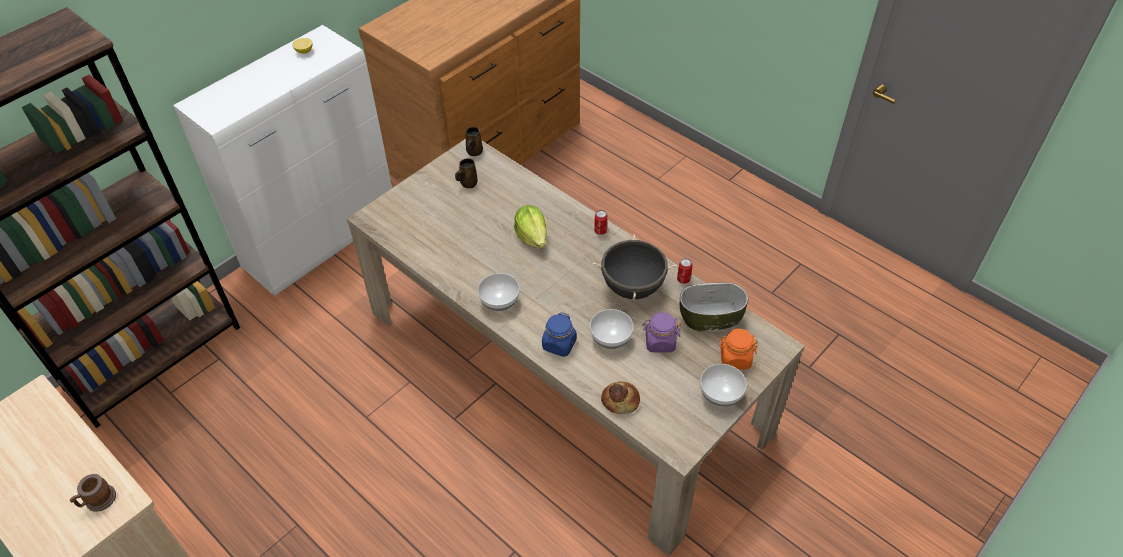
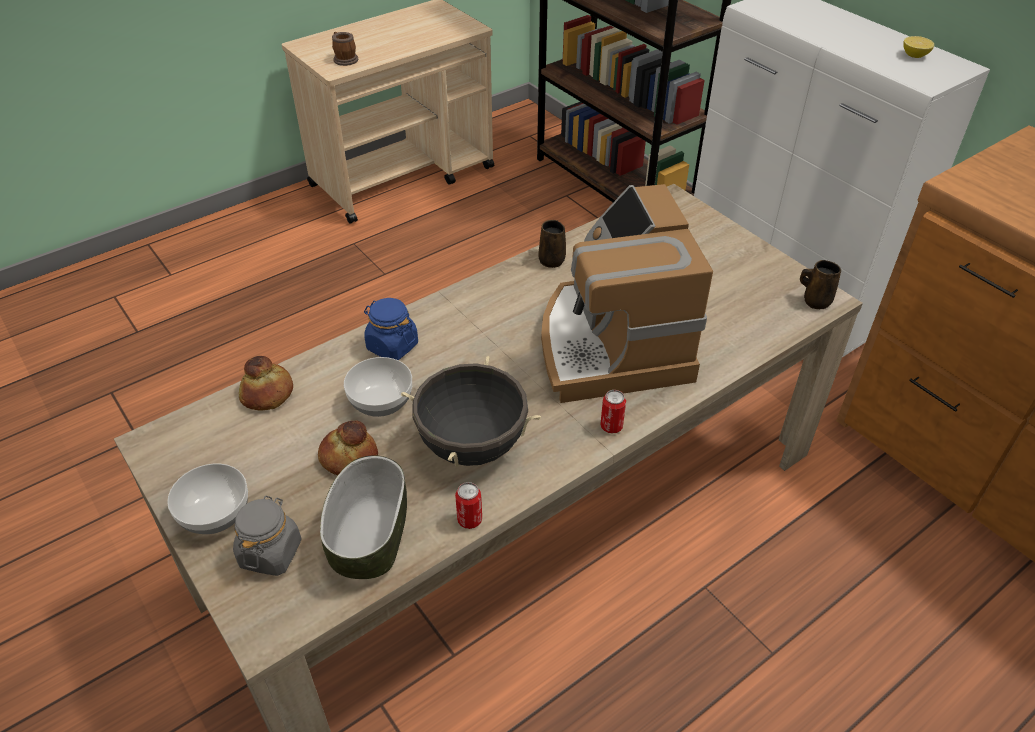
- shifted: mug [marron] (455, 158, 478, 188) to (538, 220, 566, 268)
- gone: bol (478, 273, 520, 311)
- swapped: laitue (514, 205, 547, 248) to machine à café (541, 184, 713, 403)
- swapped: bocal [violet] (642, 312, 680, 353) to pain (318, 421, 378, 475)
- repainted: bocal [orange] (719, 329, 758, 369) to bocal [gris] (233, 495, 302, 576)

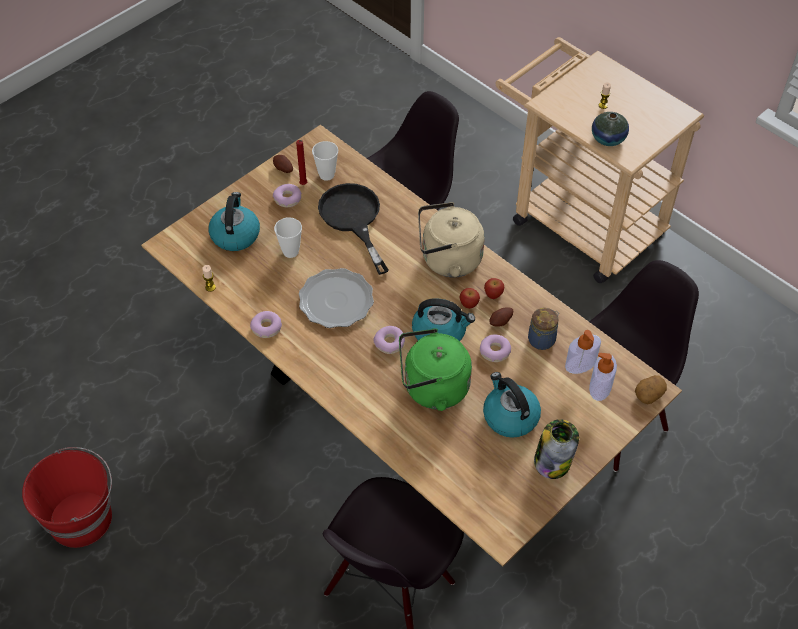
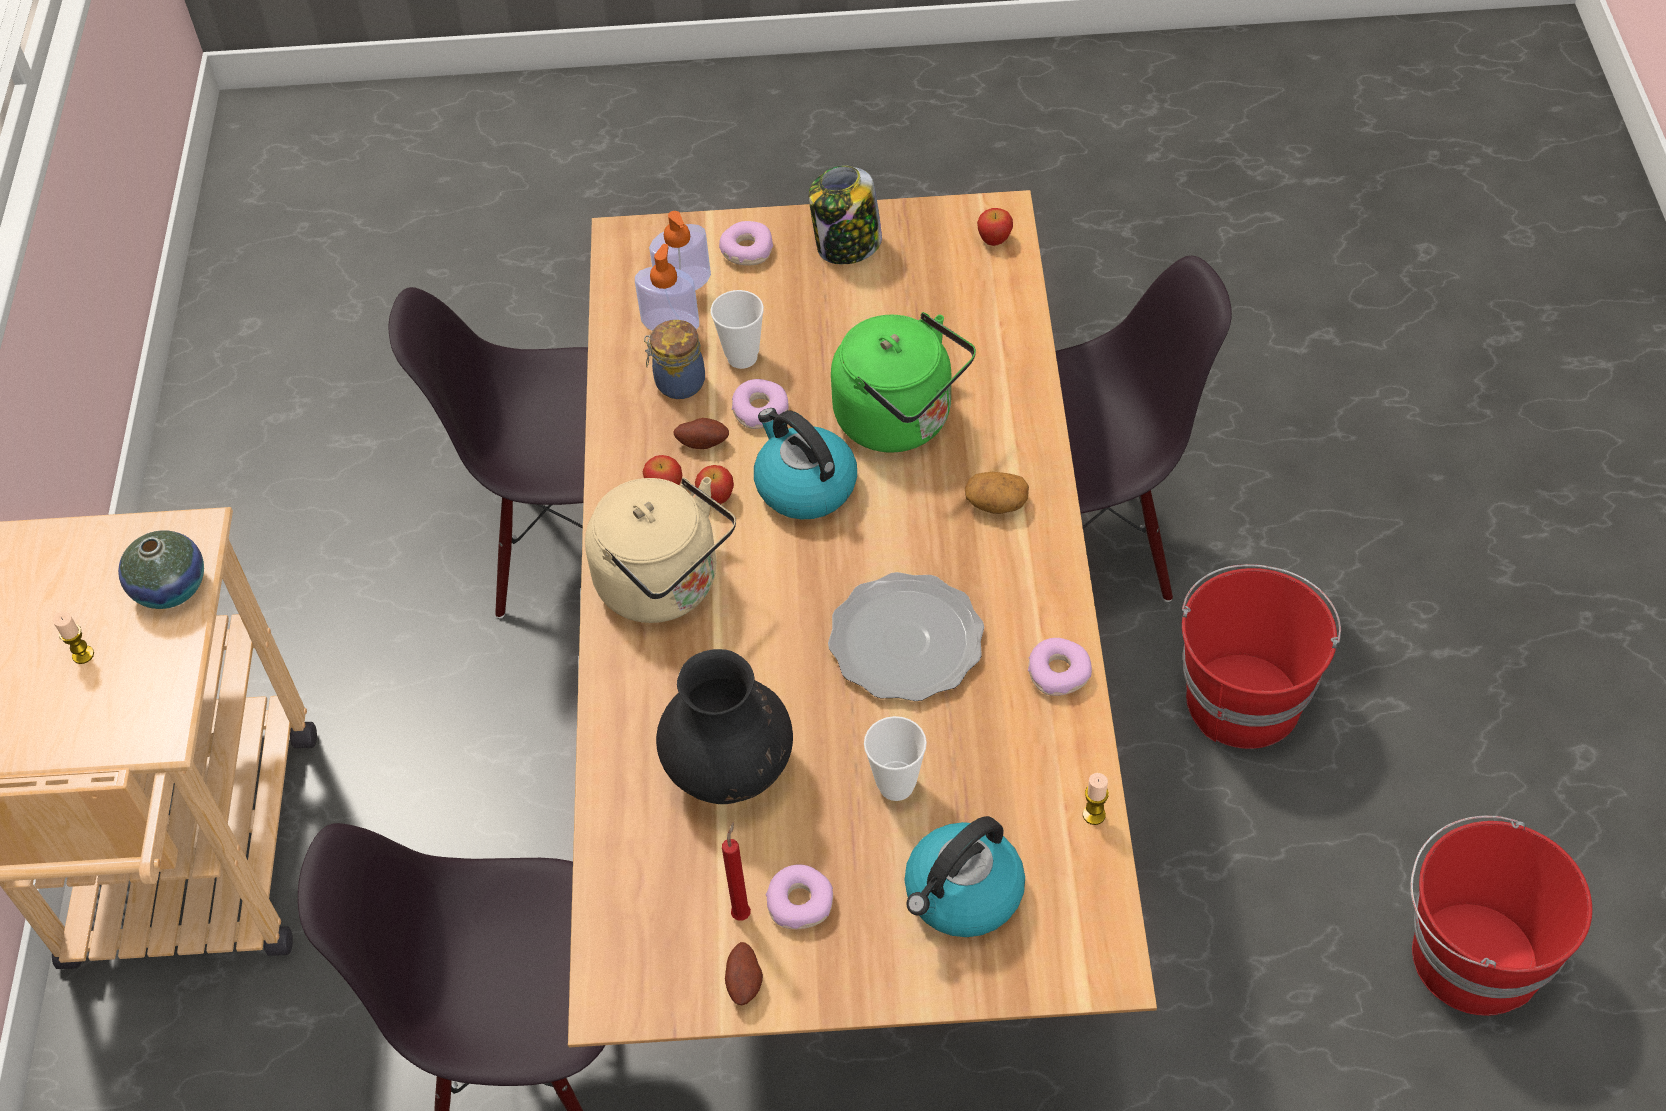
- shifted: tasse (312, 141, 338, 181) to (711, 290, 764, 369)
- swapped: poêle [noir] (318, 183, 389, 275) to vase [noir] (656, 649, 793, 804)
- shifted: beignet (373, 326, 405, 354) to (719, 221, 773, 266)
- gone: bouilloire (483, 372, 541, 438)
- shifted: pomme de terre (635, 375, 667, 404) to (965, 472, 1029, 514)
- new: pomme (977, 208, 1013, 246)
- new: seau [rouge] (1182, 564, 1341, 749)

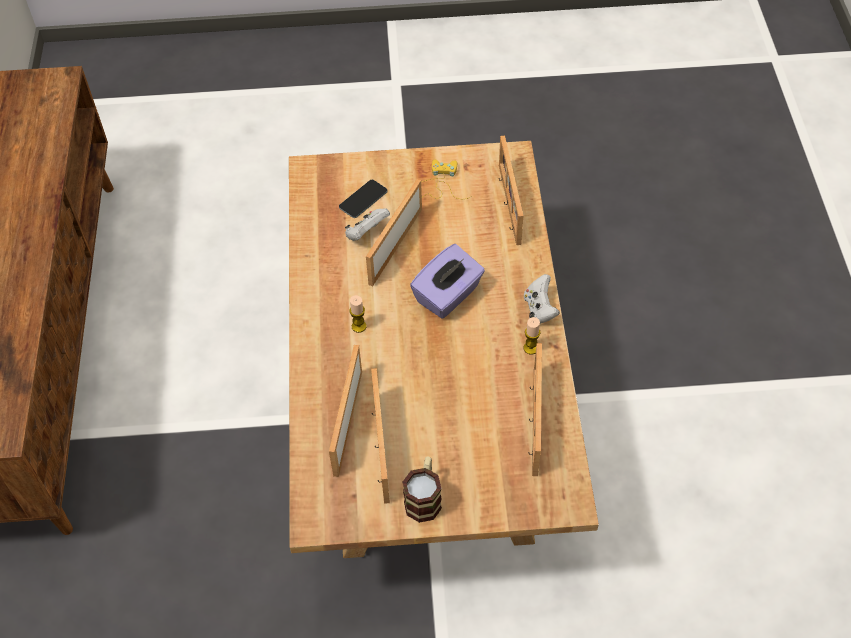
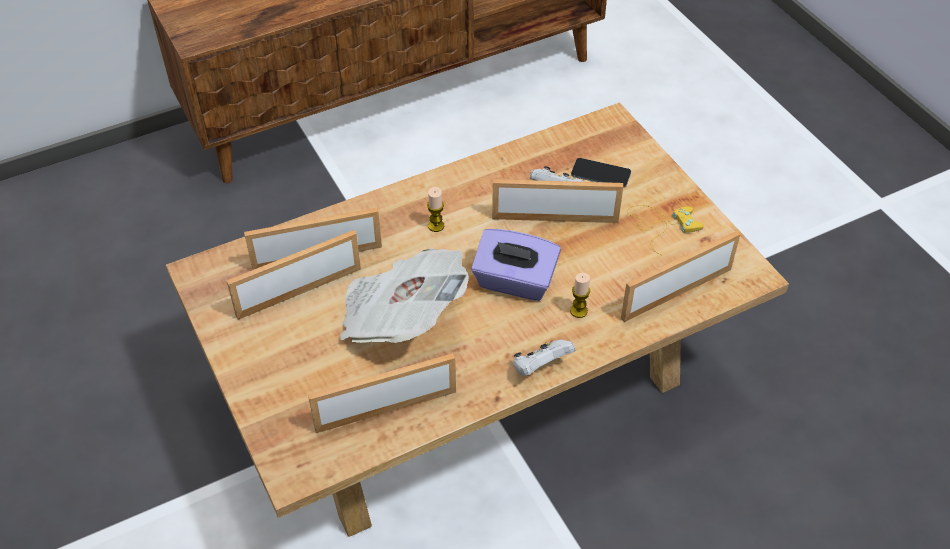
- gone: mug (403, 457, 442, 523)
- shifted: bougie (523, 317, 541, 355) to (570, 273, 590, 318)
- new: journal (340, 248, 469, 343)

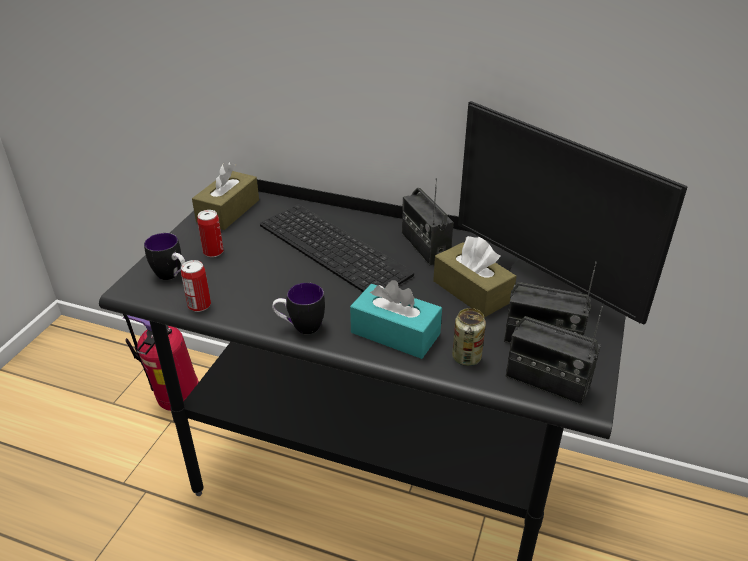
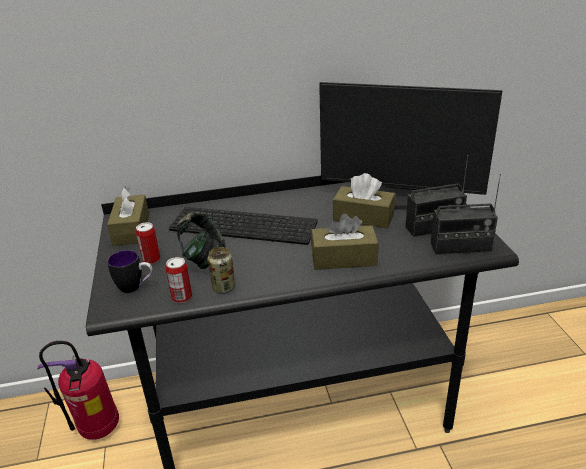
- gone: mug (272, 283, 325, 334)
- repainted: boîte à mouchoirs [turquoise] (350, 280, 442, 359) to boîte à mouchoirs [marron] (311, 213, 379, 270)
- gone: radio (402, 178, 453, 265)
- shifted: boîte métallique (452, 308, 486, 366) to (208, 247, 235, 294)
- new: casque audio (177, 212, 225, 269)

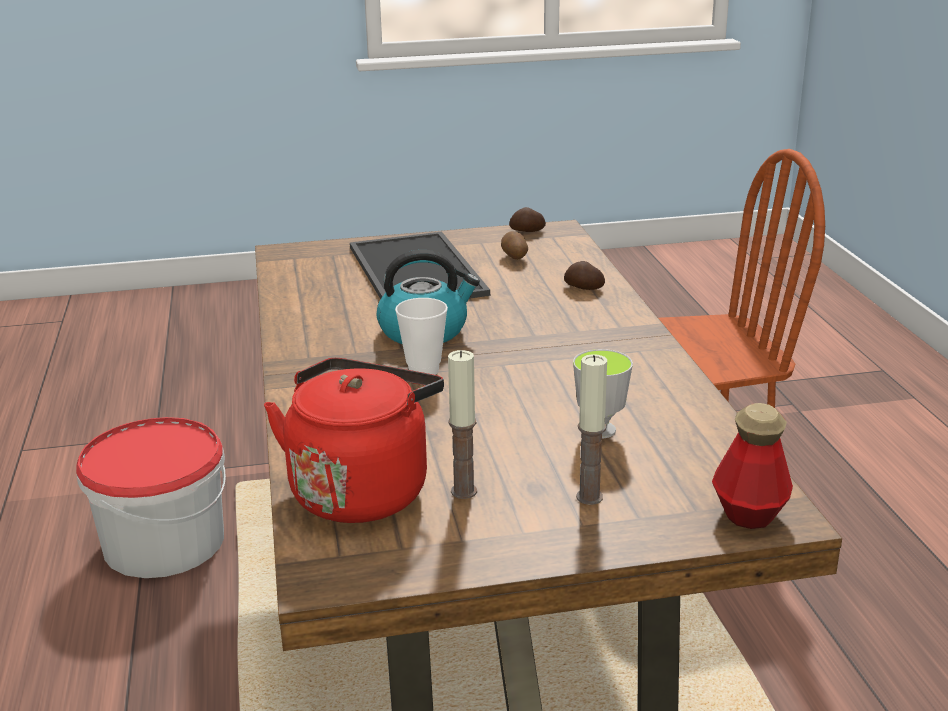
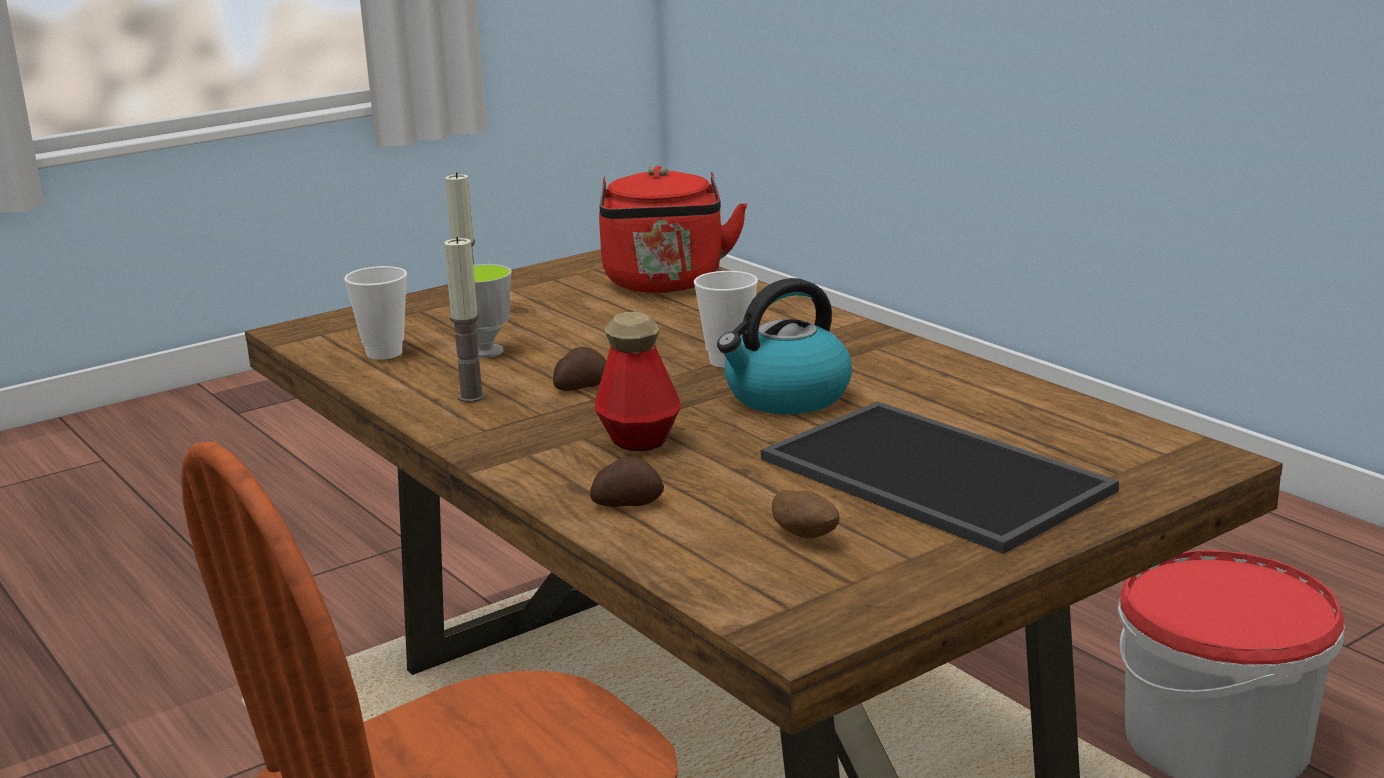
- shifted: bougie (448, 350, 477, 499) to (444, 237, 486, 403)
- shifted: pomme de terre (509, 207, 546, 232) to (553, 347, 606, 391)
- shifted: bouteille (712, 403, 793, 529) to (595, 312, 681, 451)
- new: tasse (344, 266, 407, 360)

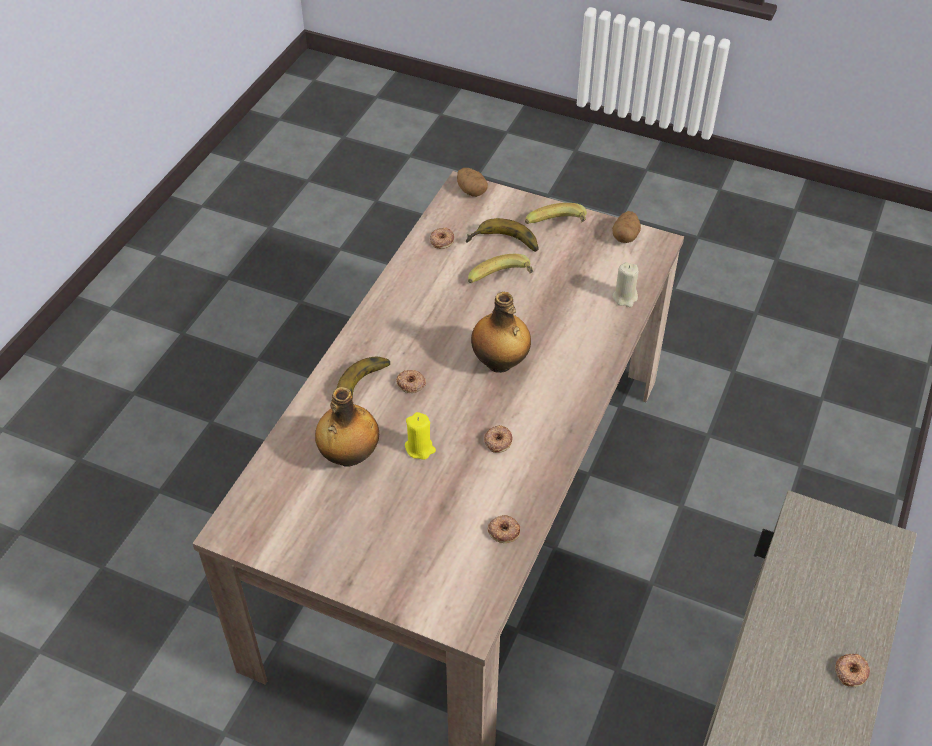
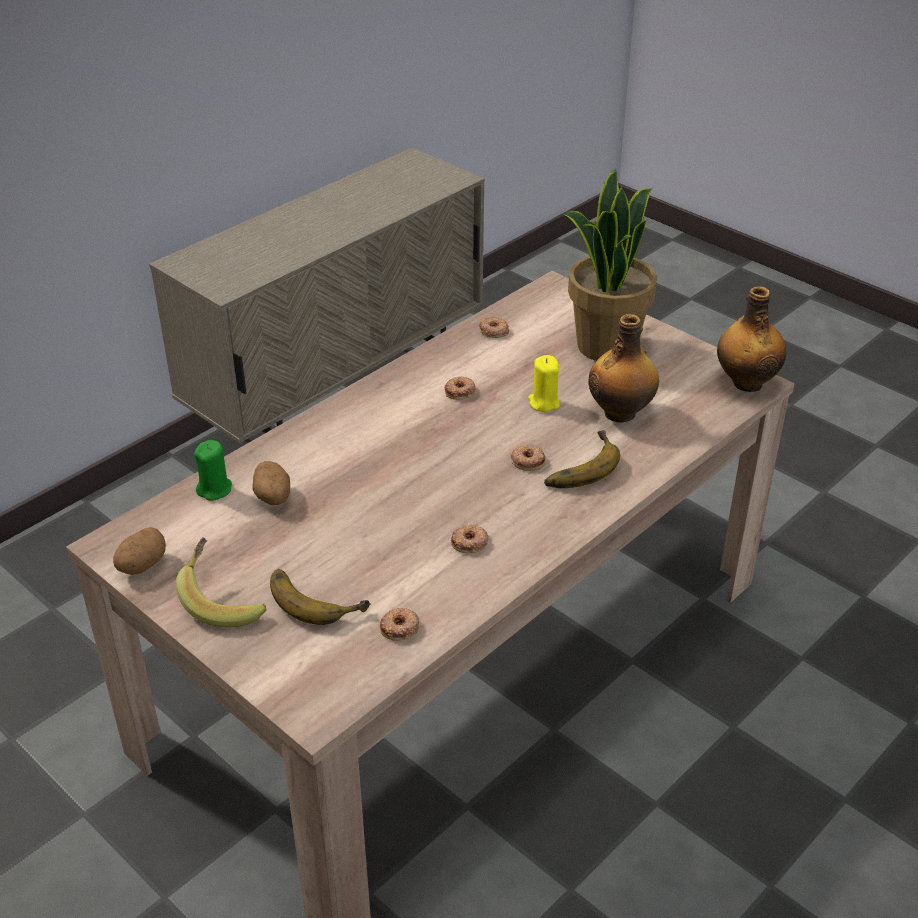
- shifted: pomme de terre (457, 168, 488, 197) to (252, 461, 290, 505)
- gone: banane (468, 254, 533, 283)
- shifted: bouteille (471, 292, 531, 373) to (717, 286, 786, 392)
- repainted: bougie [beige] (612, 262, 639, 307) to bougie [vert] (194, 440, 232, 501)
- shifted: beignet (835, 653, 870, 687) to (451, 525, 488, 553)
- new: plante en pot (561, 169, 657, 361)

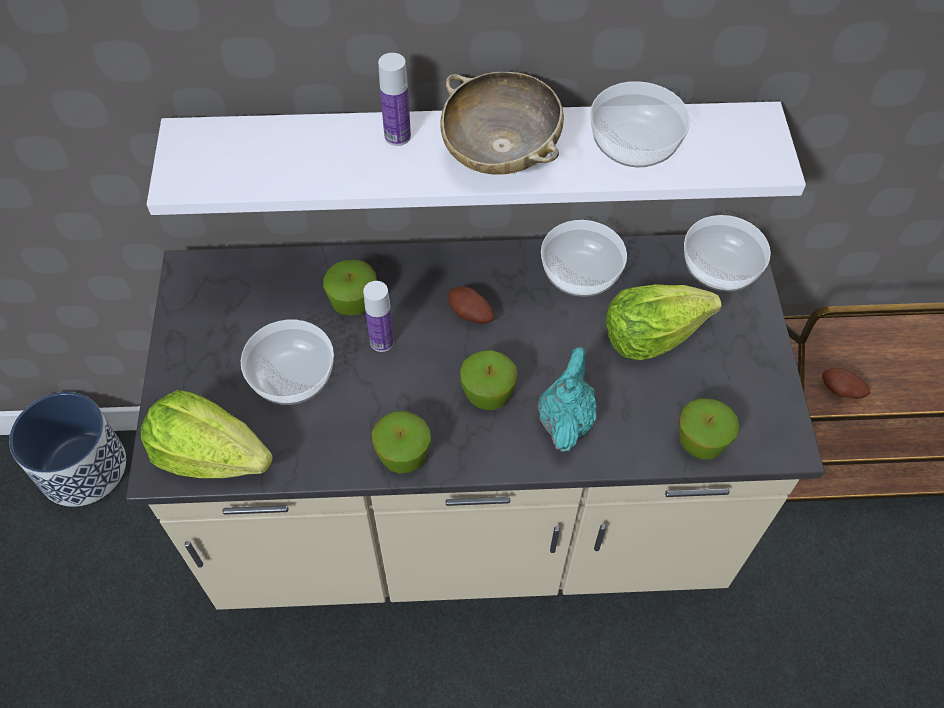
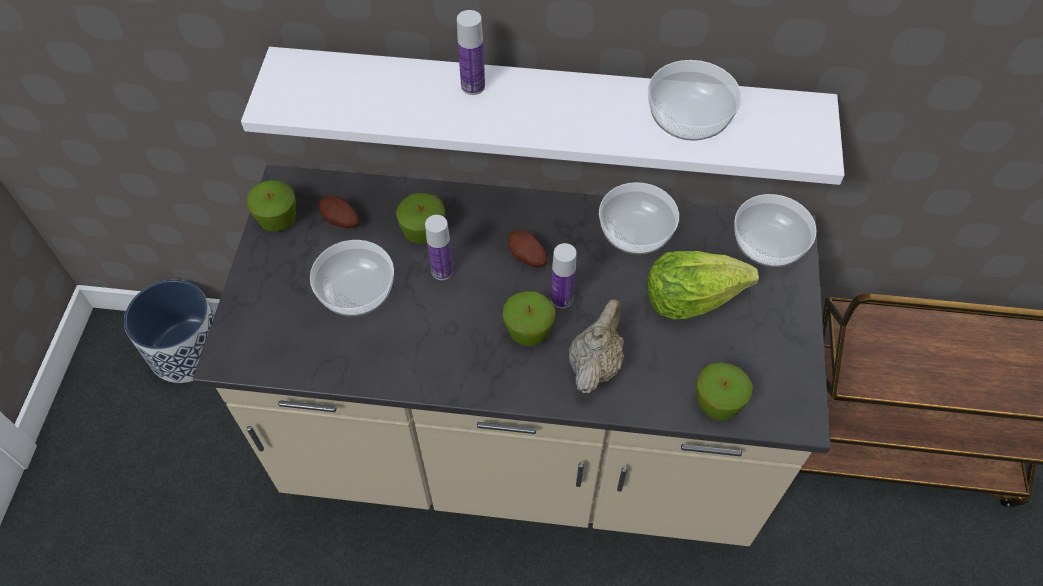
- gone: laitue (141, 390, 273, 478)
- shifted: pomme (372, 411, 431, 473) to (247, 180, 296, 231)
- gone: bol [beige] (440, 72, 564, 175)
- repainted: théière [turquoise] (538, 347, 597, 452) to théière [beige] (569, 299, 624, 393)
- shifted: pomme de terre (822, 368, 870, 399) to (319, 195, 359, 228)
- new: bouteille (551, 243, 576, 308)

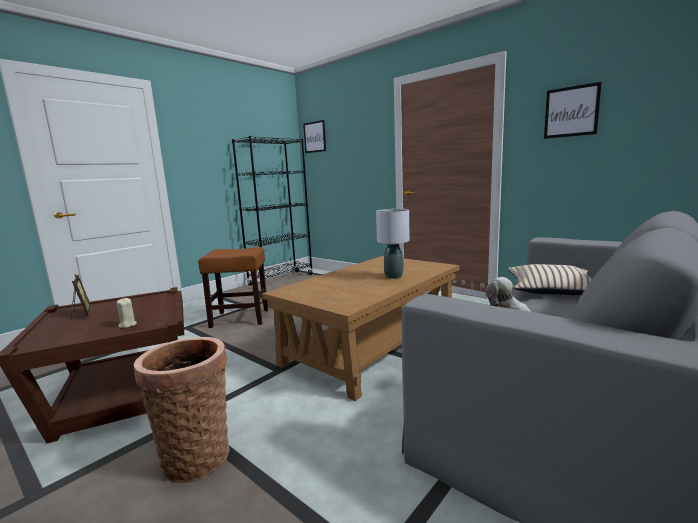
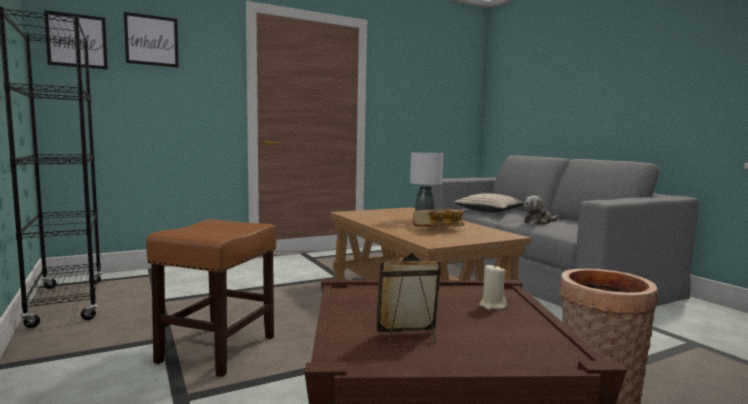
- shifted: tableau (544, 82, 602, 139) to (124, 12, 179, 67)
- new: livre (413, 209, 465, 227)

